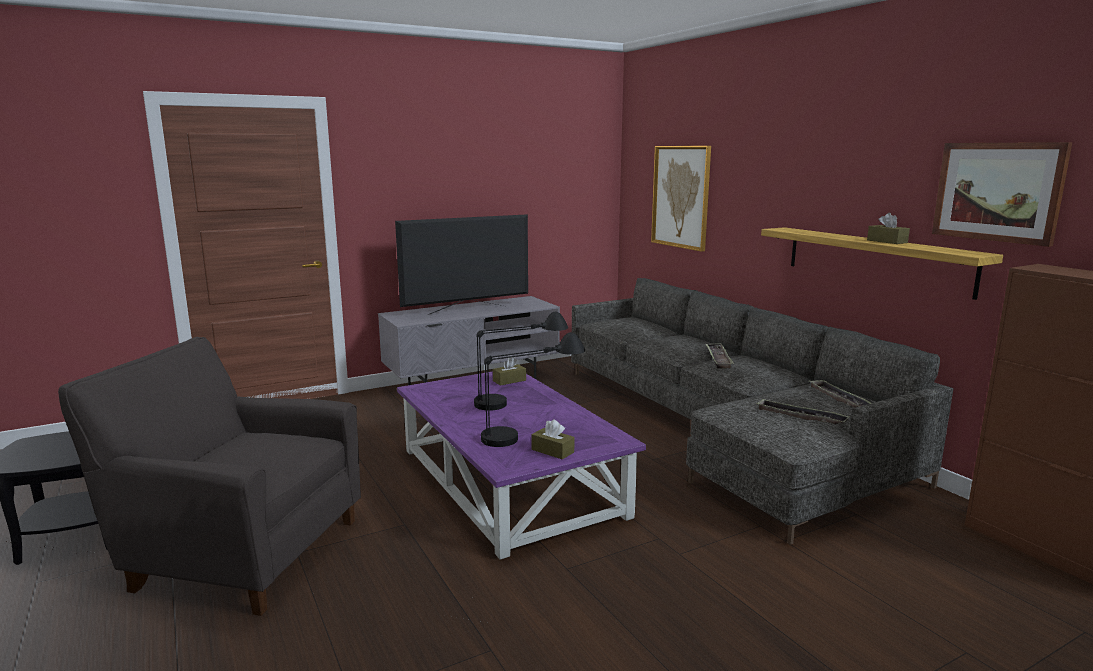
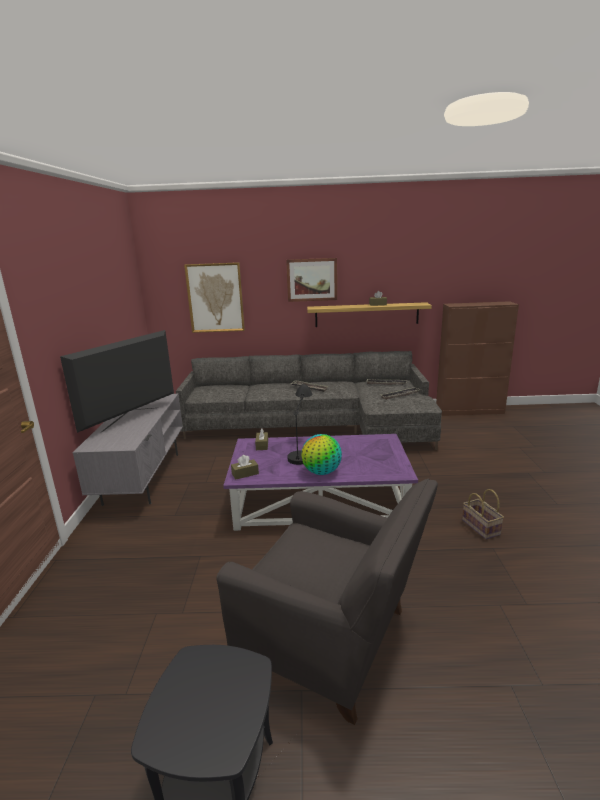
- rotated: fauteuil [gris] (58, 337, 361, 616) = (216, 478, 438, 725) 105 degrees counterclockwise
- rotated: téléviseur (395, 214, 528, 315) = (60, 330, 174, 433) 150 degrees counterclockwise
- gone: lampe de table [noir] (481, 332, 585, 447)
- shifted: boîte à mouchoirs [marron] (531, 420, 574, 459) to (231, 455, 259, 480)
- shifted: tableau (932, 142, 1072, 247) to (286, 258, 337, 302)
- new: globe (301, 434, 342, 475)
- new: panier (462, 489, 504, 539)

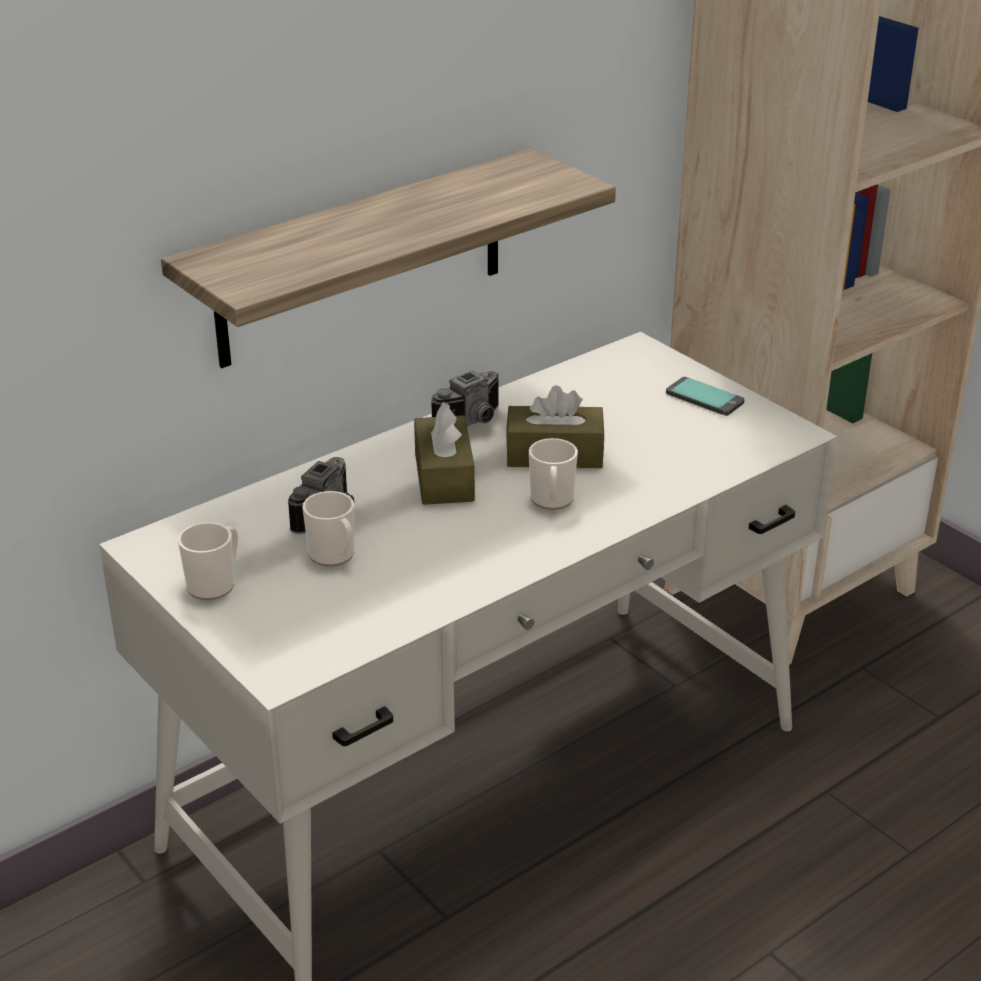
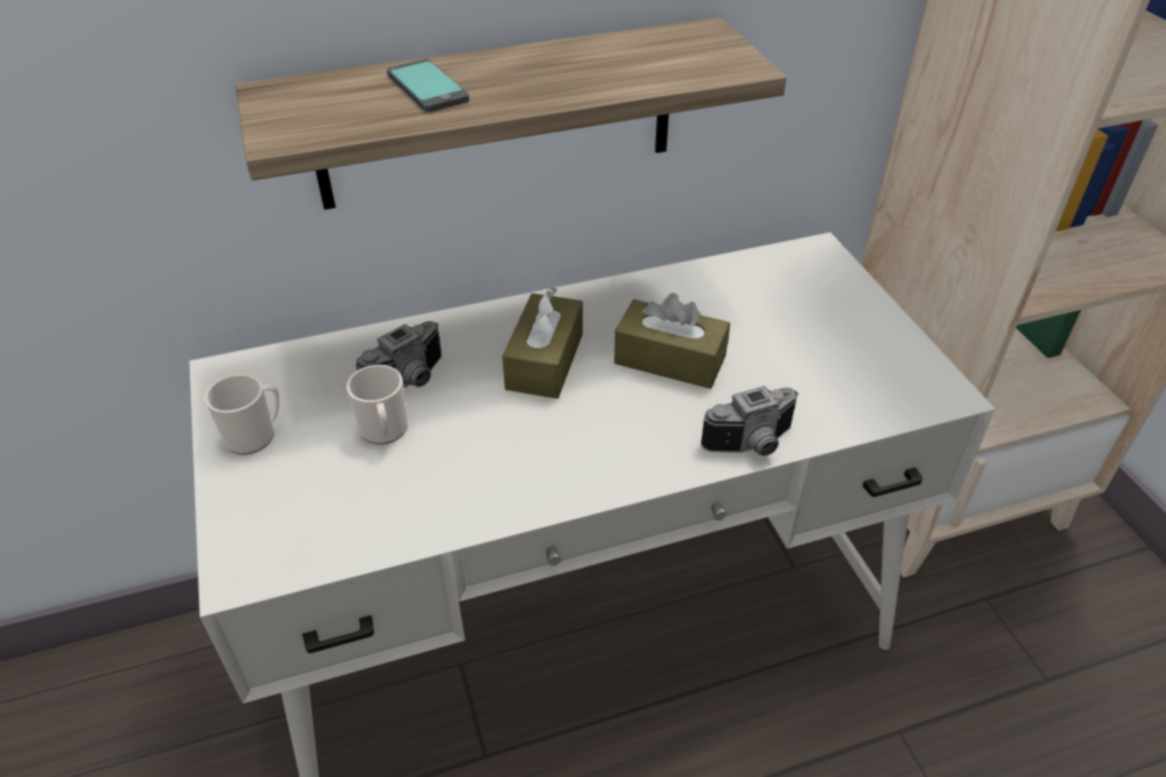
- shifted: appareil photo (431, 371, 499, 427) to (701, 386, 798, 456)
- gone: mug (529, 438, 578, 510)
- shifted: téléphone (666, 377, 745, 416) to (387, 59, 469, 112)

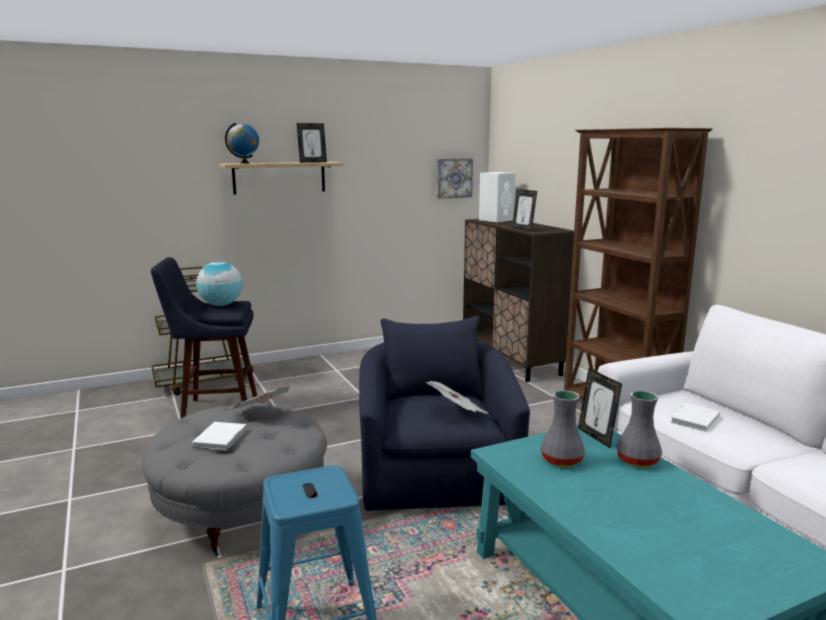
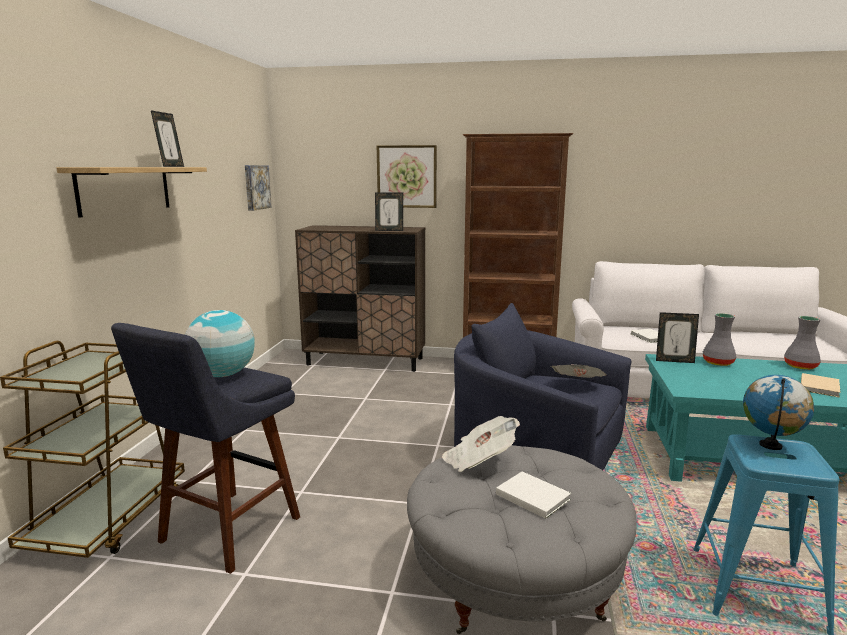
- shifted: globe (225, 123, 259, 164) to (743, 375, 814, 450)
- gone: enceinte [blanc] (479, 172, 516, 222)
- shifted: vase [gris] (540, 390, 585, 467) to (784, 316, 821, 370)
- new: tableau (377, 145, 437, 208)
- new: livre [beige] (801, 373, 841, 397)

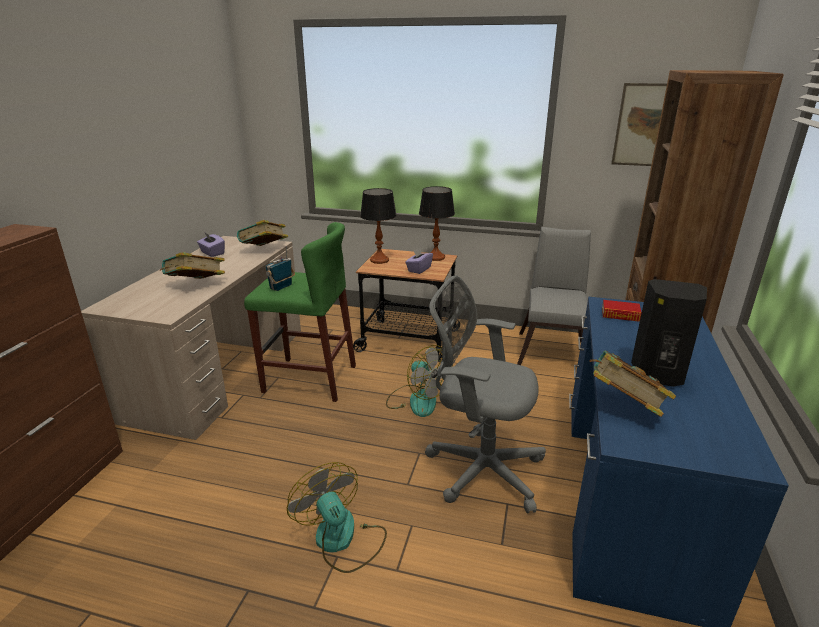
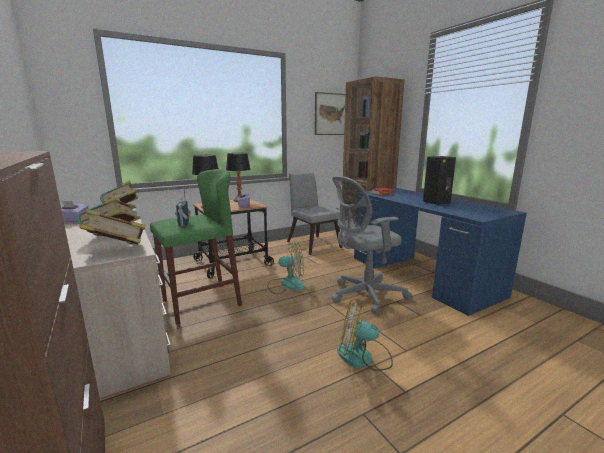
- shifted: livre (589, 351, 676, 417) to (79, 209, 146, 245)

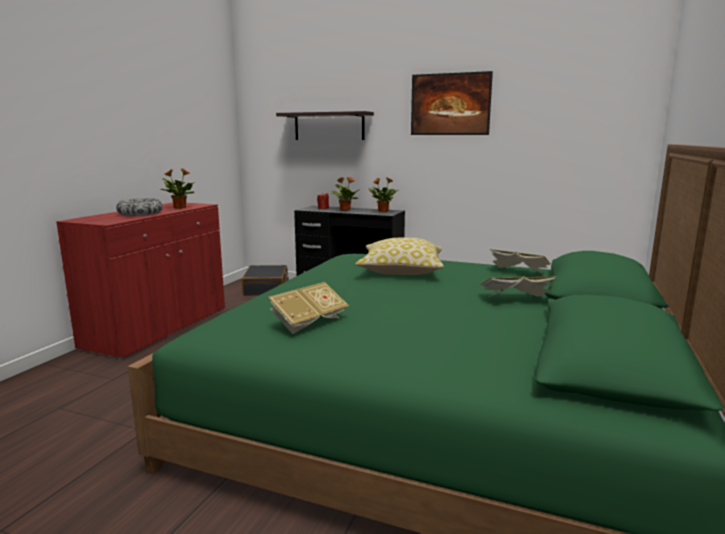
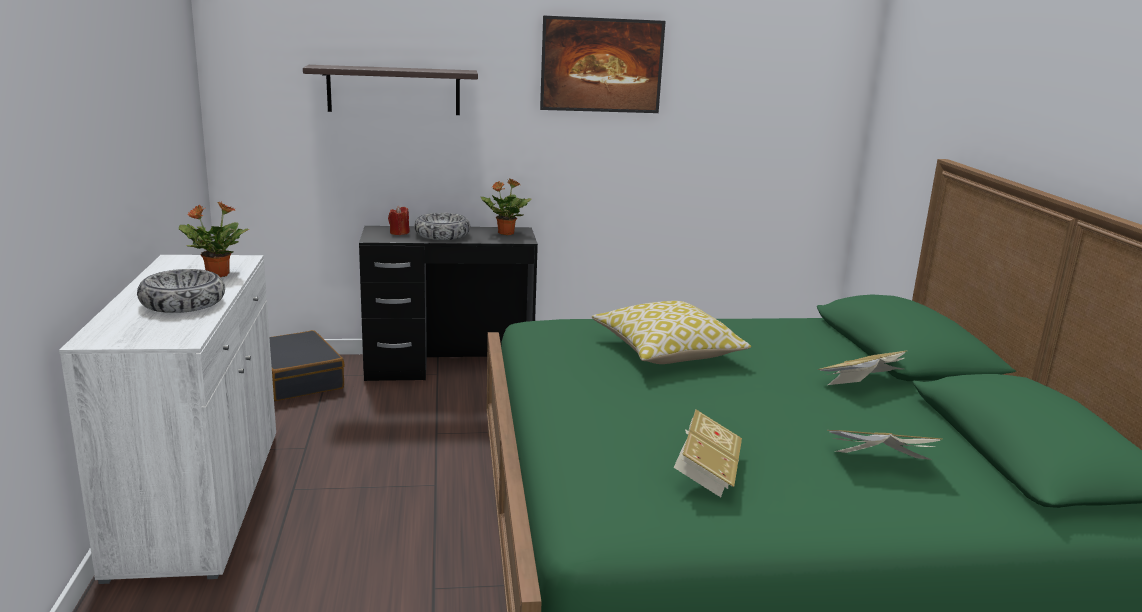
- repainted: meuble de rangement [rouge] (56, 203, 225, 360) to meuble de rangement [blanc] (59, 255, 276, 584)
- swapped: plante en pot (330, 177, 360, 211) to bol (414, 212, 470, 240)
- shifted: livre (490, 249, 551, 274) to (827, 430, 942, 460)

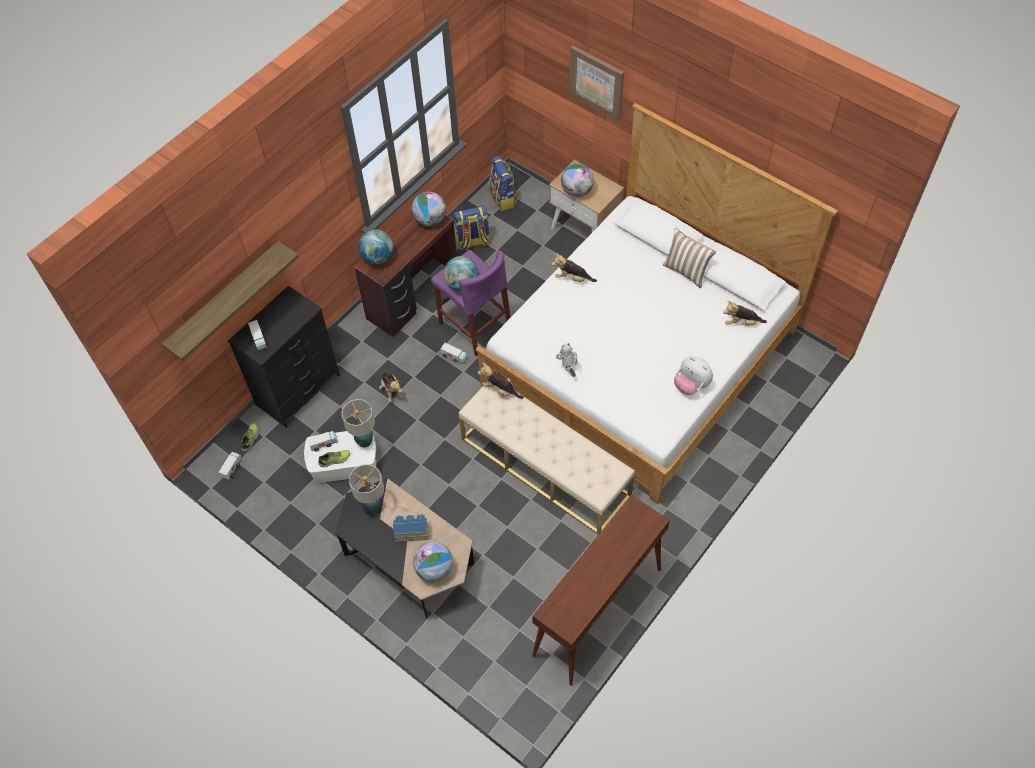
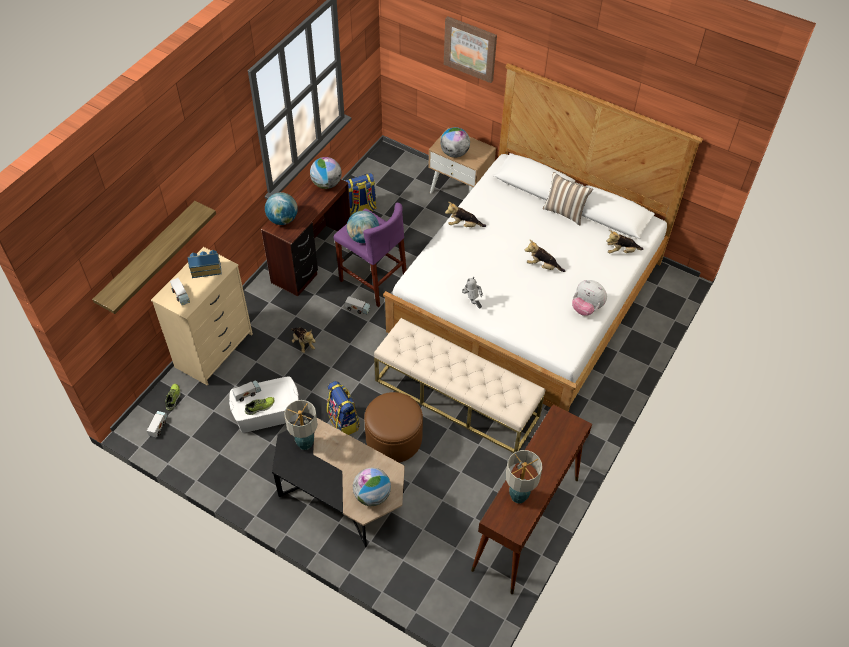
- repainted: commode [noir] (228, 286, 340, 428) to commode [beige] (151, 247, 253, 385)
- shifted: lampe de table (341, 399, 375, 448) to (506, 450, 542, 504)
- shifted: maison miniature (393, 514, 428, 542) to (188, 250, 222, 278)
- shifted: peluche (478, 363, 524, 399) to (525, 240, 565, 272)
- shifted: sac à dos (489, 156, 518, 211) to (327, 381, 360, 435)
- new: pouf [marron] (364, 392, 423, 462)

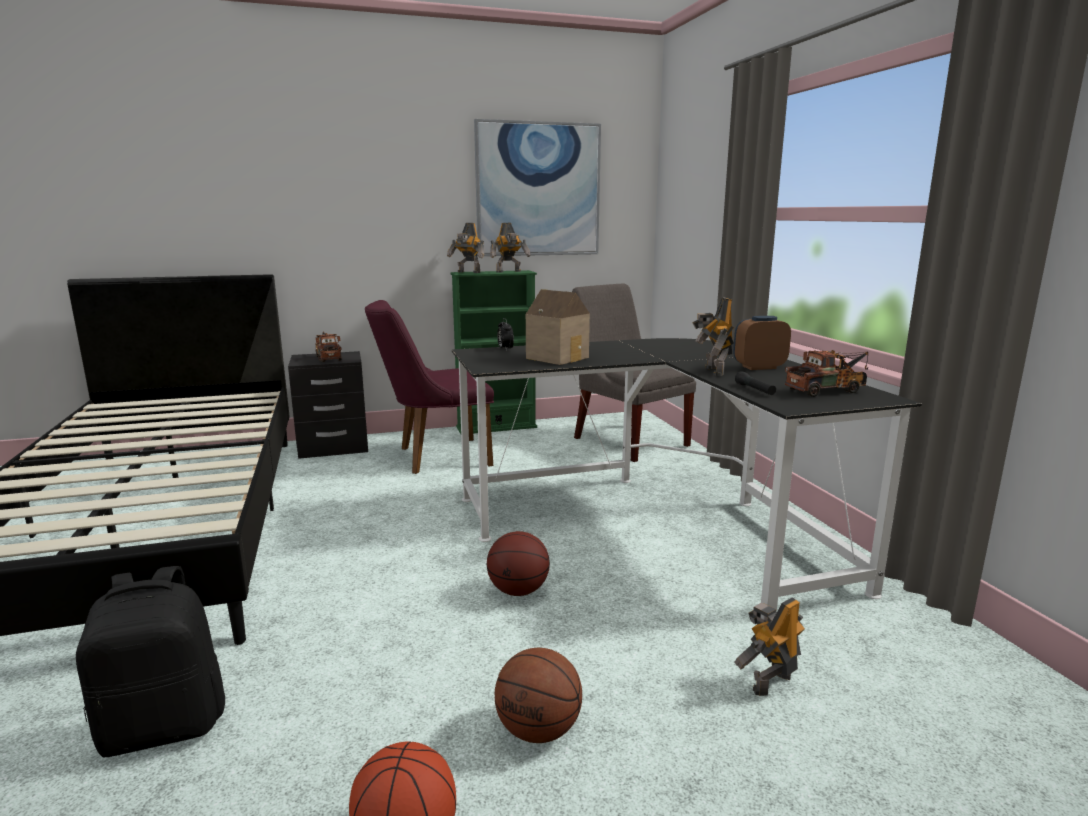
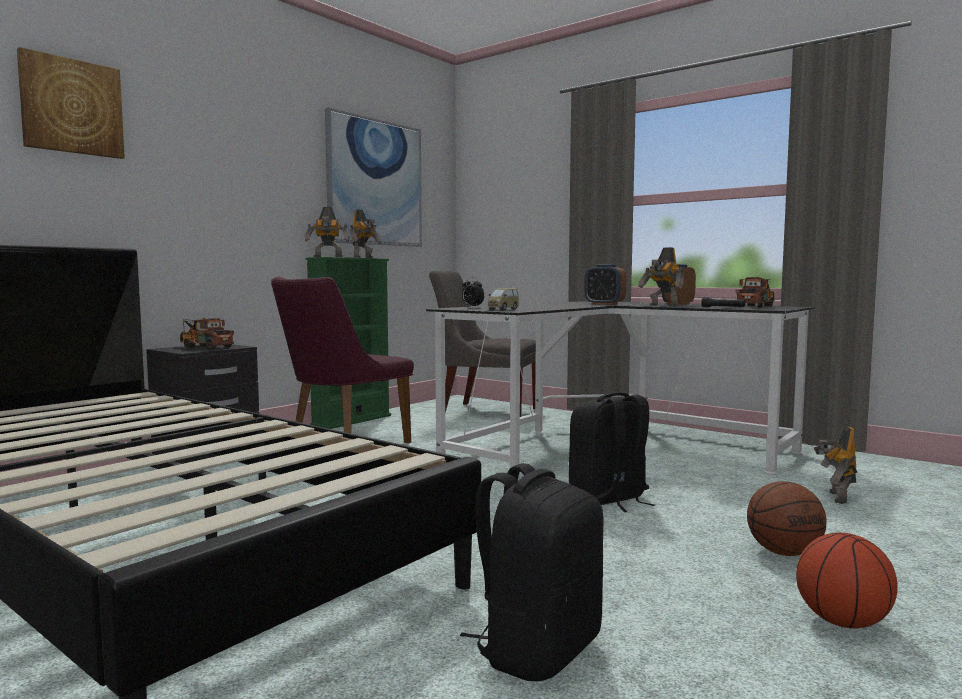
- swapped: ballon de basket (487, 531, 550, 596) to sac à dos [noir] (569, 392, 655, 512)
- gone: maison miniature (526, 289, 590, 365)
- new: tableau (17, 47, 125, 159)
- new: petite voiture (488, 288, 519, 310)
- new: réveil (584, 264, 627, 305)

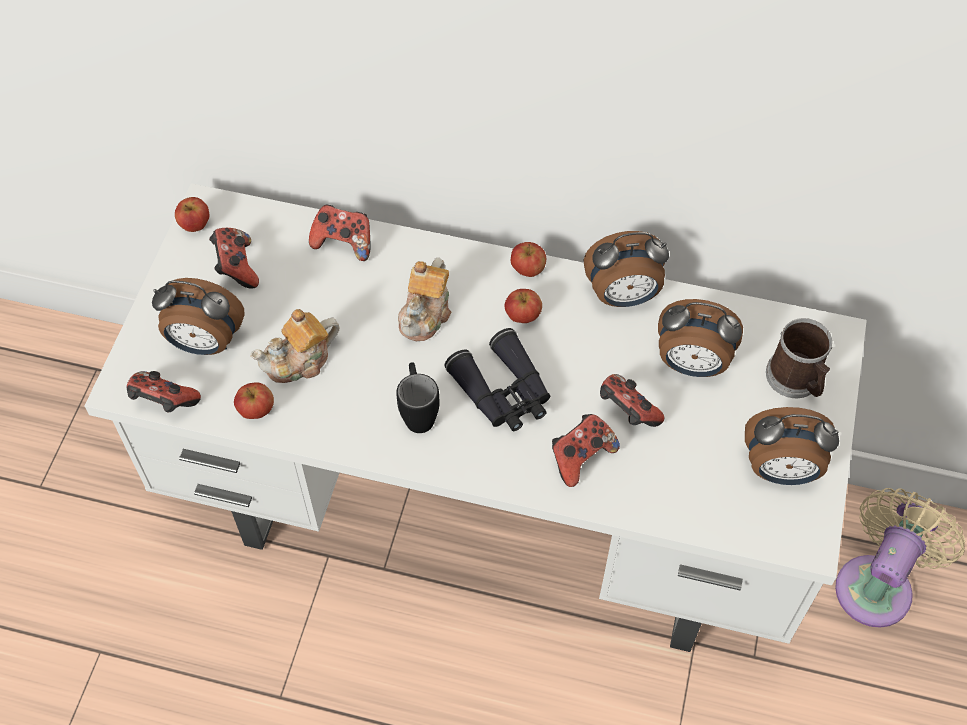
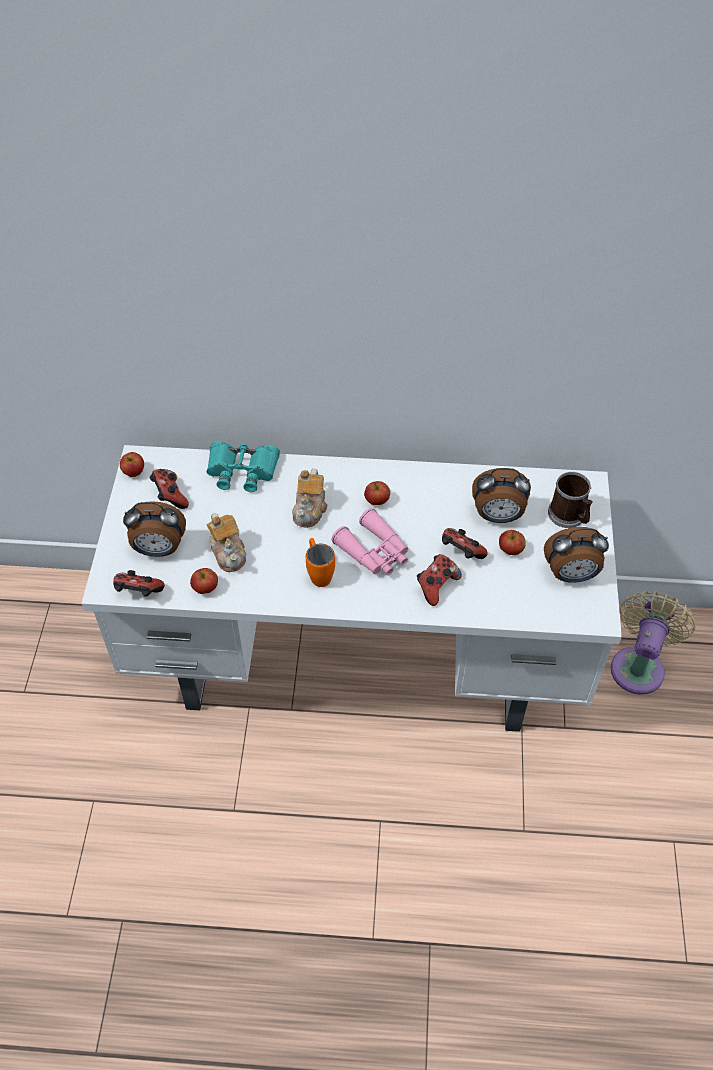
- rotated: théière (250, 309, 339, 383) = (207, 513, 246, 572) 75 degrees counterclockwise
- swapped: manette (309, 205, 371, 261) to jumelles [turquoise] (207, 441, 280, 492)
- repainted: mug [noir] (396, 362, 440, 433) to mug [orange] (306, 538, 335, 587)
- repainted: jumelles [noir] (444, 328, 550, 431) to jumelles [rose] (331, 508, 408, 575)
- shifted: pomme (511, 242, 546, 277) to (499, 530, 526, 555)
- gone: réveil (584, 231, 669, 307)

